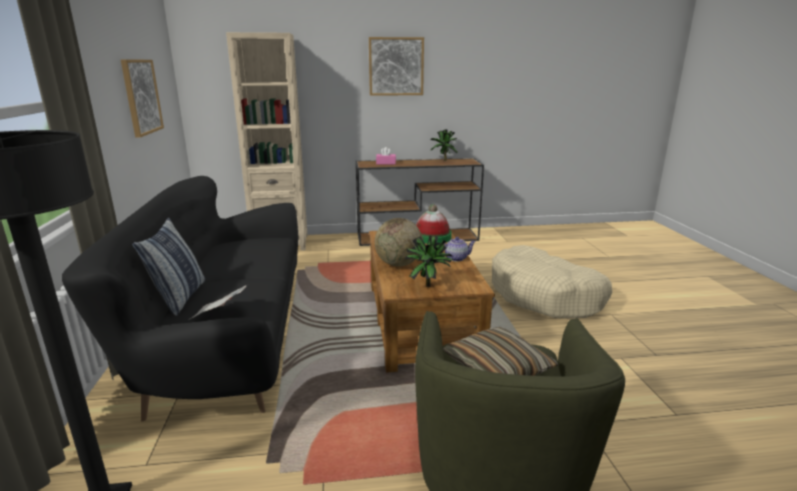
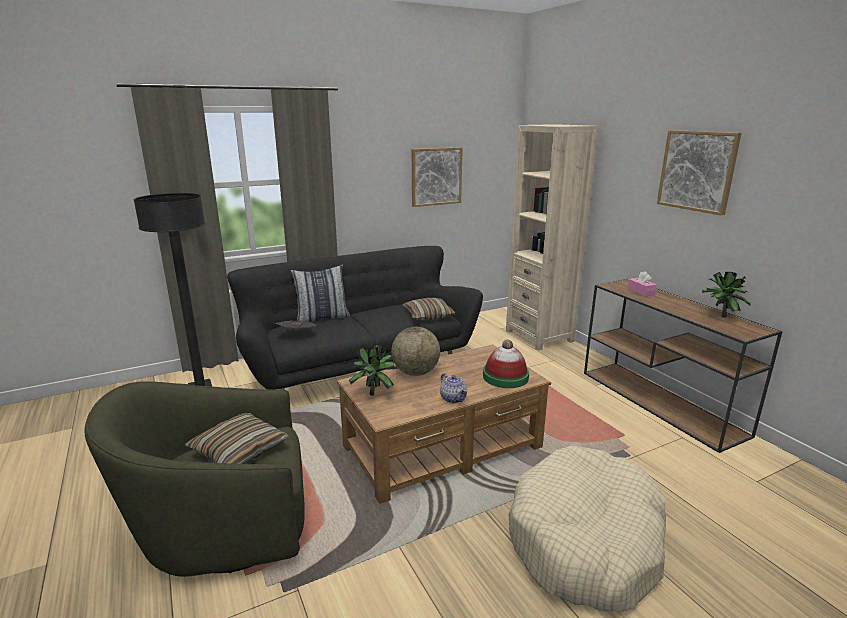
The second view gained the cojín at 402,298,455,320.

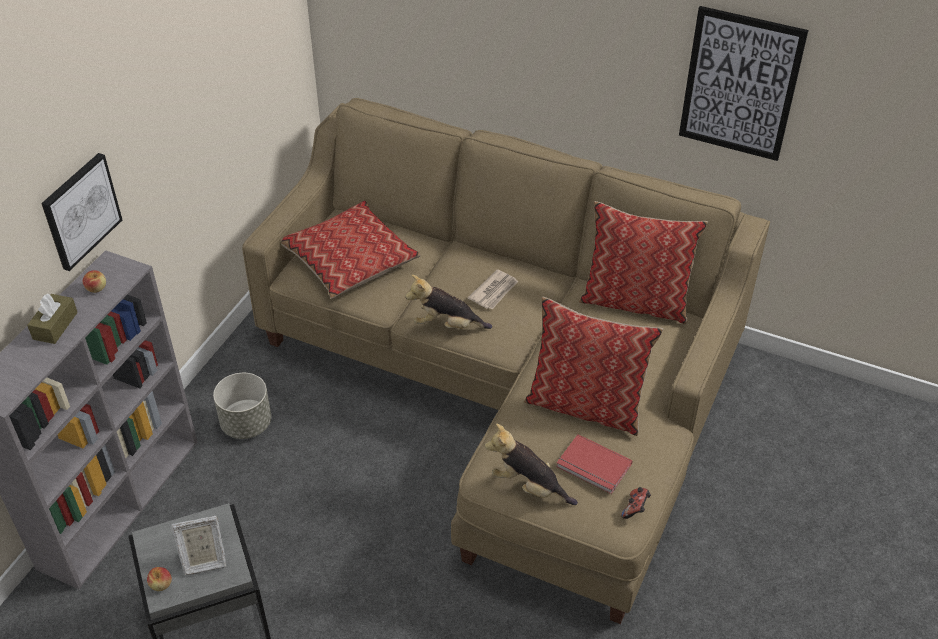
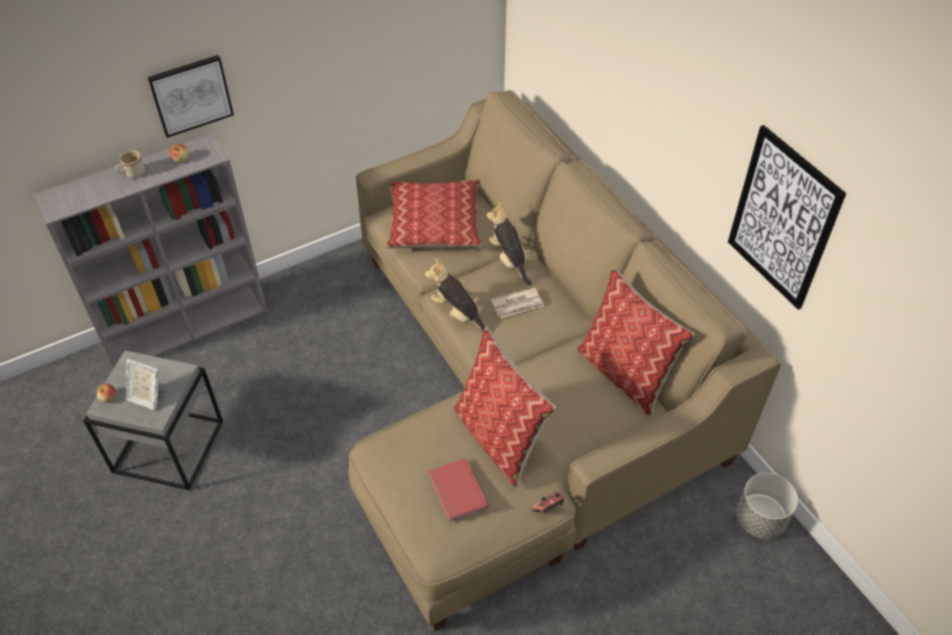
Where the caja de pañuelos (marrón) stood at 27,294,78,344, the taza grande (beis) came to stand at 115,150,145,178. The maceta (gris) ended up elsewhere, having gone from 213,373,271,439 to 736,473,798,539. The peluche ended up elsewhere, having gone from 485,424,578,505 to 487,201,532,285. The mando de consola ended up elsewhere, having gone from 621,487,651,519 to 531,493,564,514.

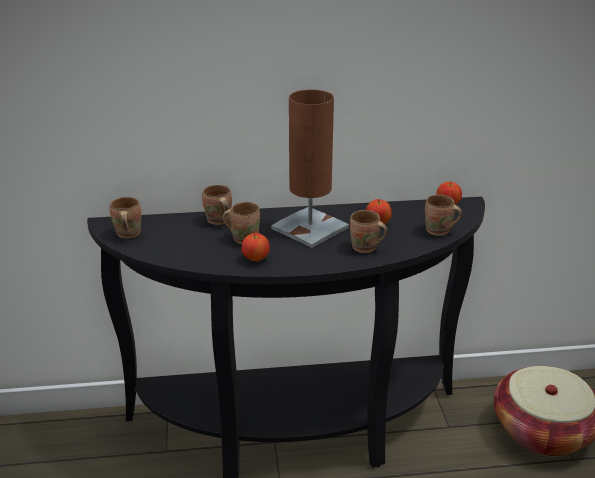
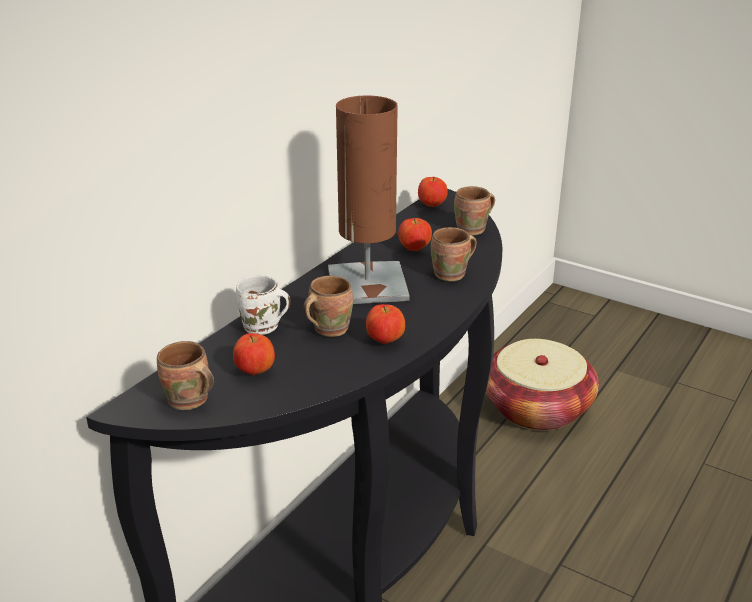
What was the taza grande (marrón) at 202,185,232,225 turned into the taza grande (blanco) at 236,275,291,335. The second view gained the manzana at 233,333,275,375.

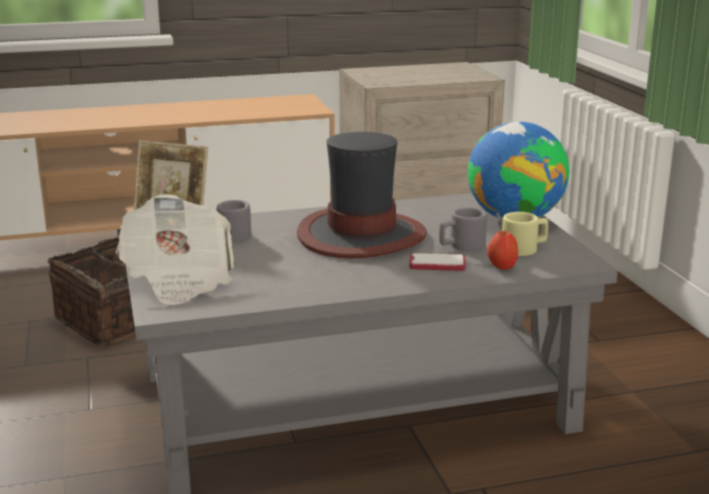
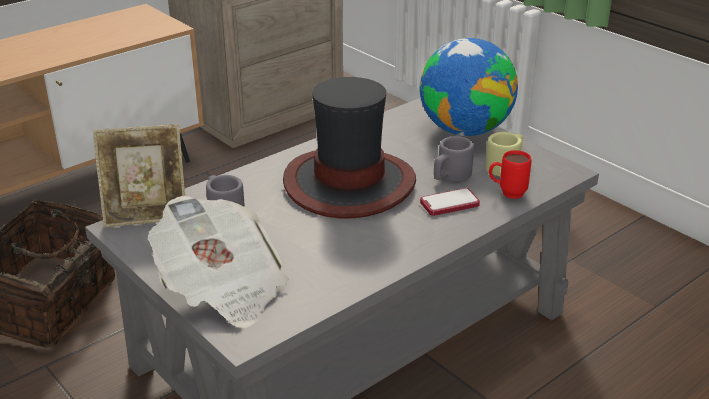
Where the manzana stood at 487,231,518,270, the taza grande (rojo) came to stand at 489,150,531,199.

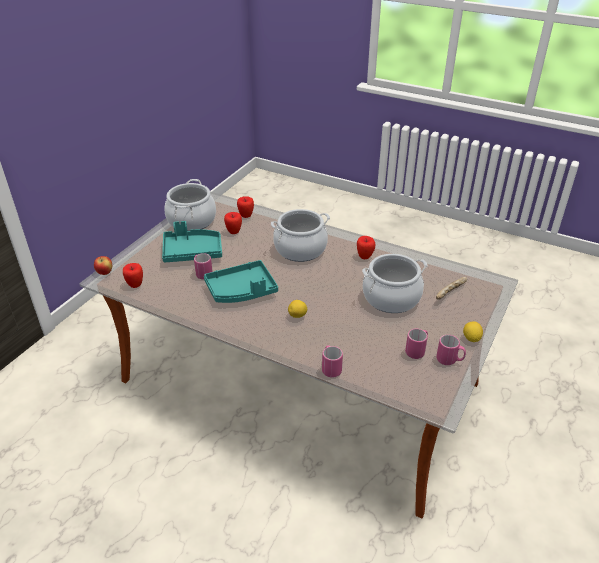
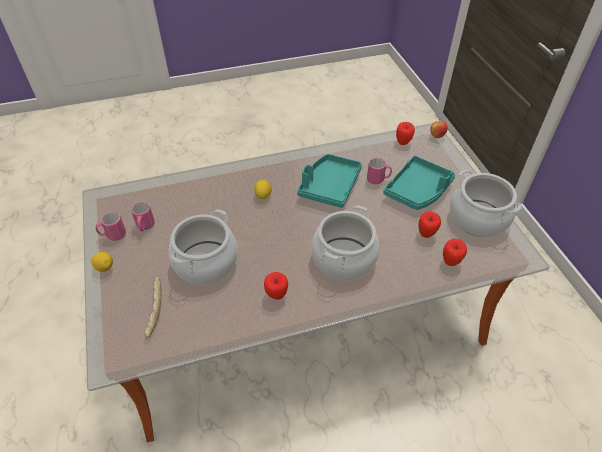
The second view lost the taza grande (rosa) at 322,345,343,378.

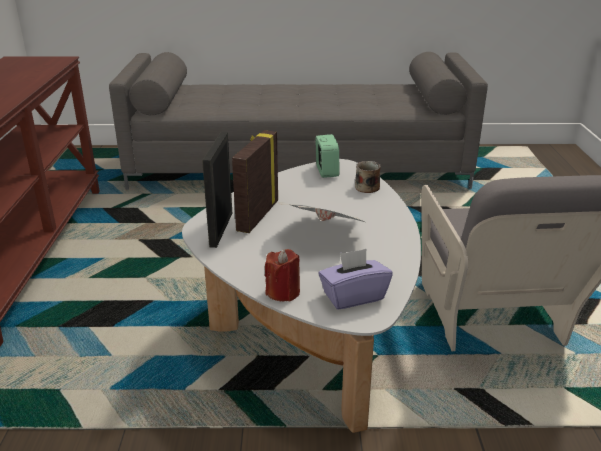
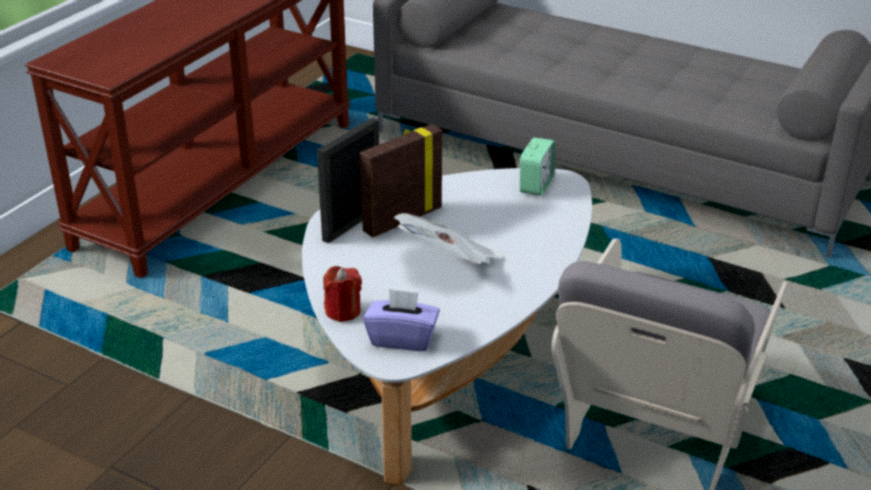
The second view lost the taza grande at 355,161,381,193.

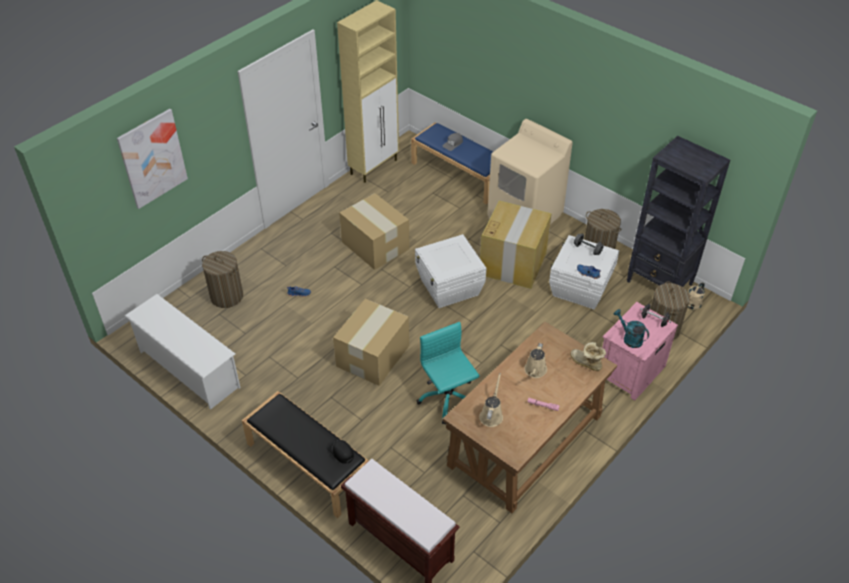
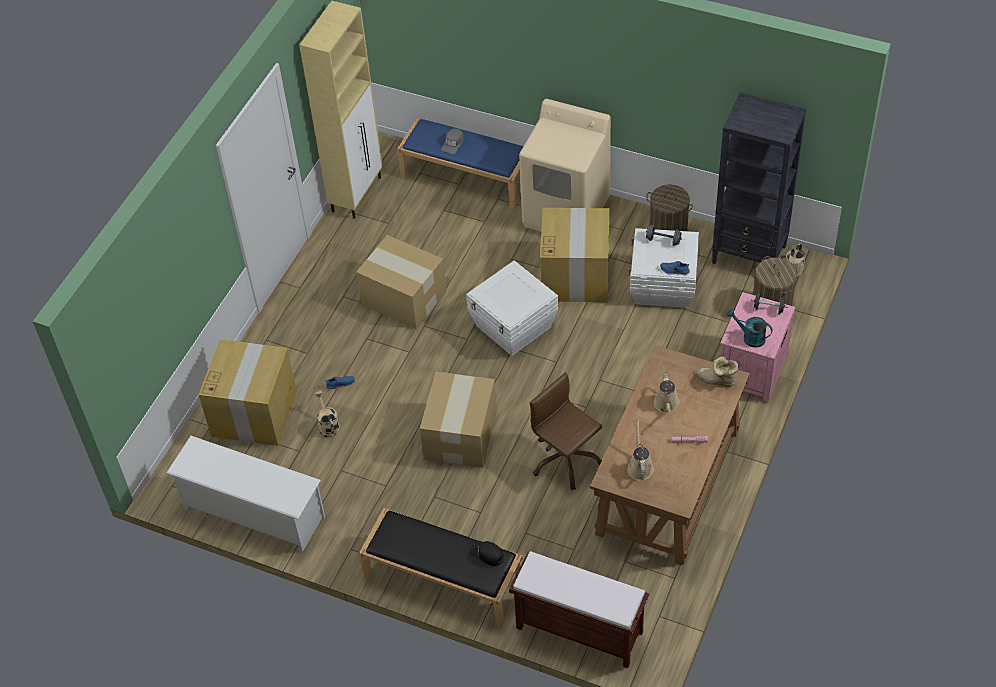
The second view lost the cuadro at 117,109,188,209. Where the cesto de la ropa stood at 202,251,243,308, the caja de cartón came to stand at 199,339,297,446. What was the silla de oficina (turquesa) at 417,322,479,424 turned into the silla de oficina (marrón) at 530,372,602,490. The second view gained the regadera (beis) at 315,391,340,438.

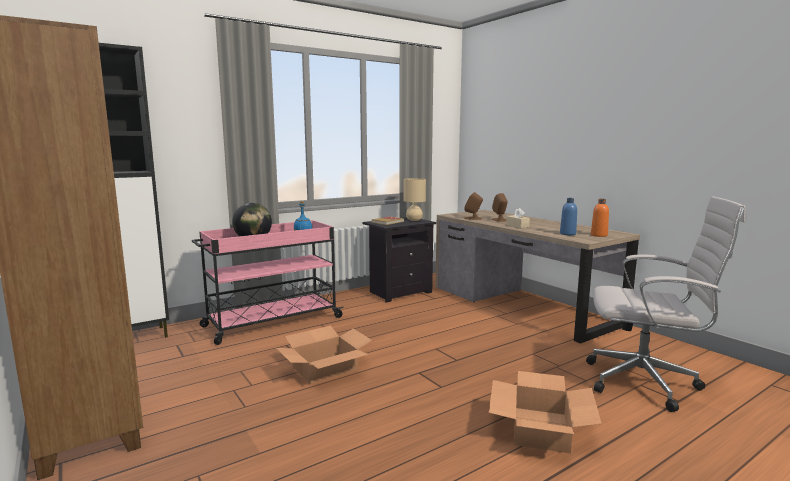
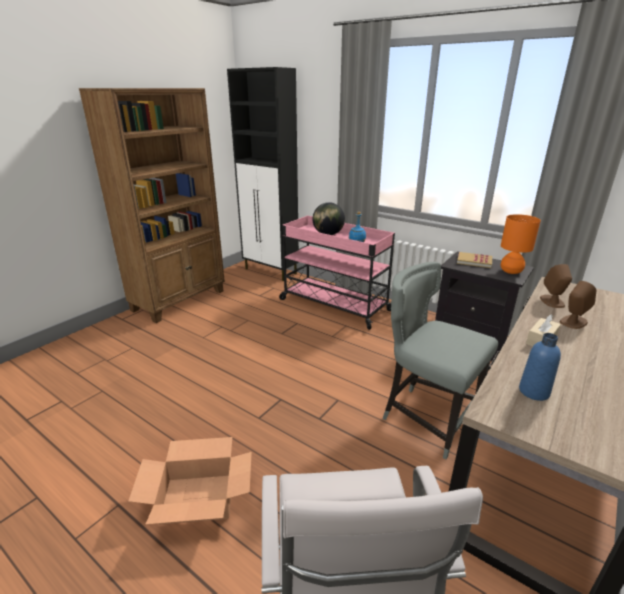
The second view lost the caja de cartón at 276,326,372,384. What was the lámpara de mesa (beis) at 403,178,426,221 turned into the lámpara de mesa (naranja) at 501,214,541,274. The second view lost the botella (naranja) at 591,199,609,237. The second view gained the silla (gris) at 383,262,498,459.

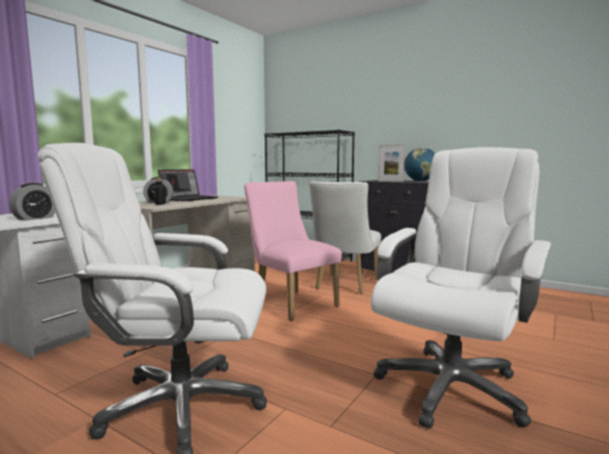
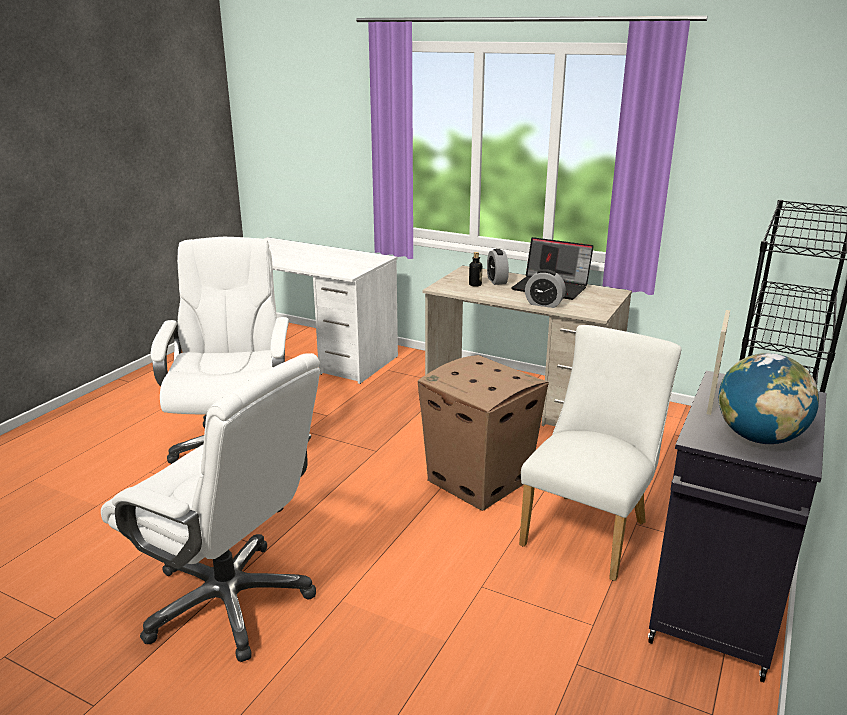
The despertador ended up elsewhere, having gone from 9,183,55,221 to 525,269,566,308. Where the silla (rosa) stood at 244,181,342,321, the caja de cartón came to stand at 418,355,549,511. The silla (blanco) at 309,181,381,294 ended up facing another way, 105 degrees clockwise from before.

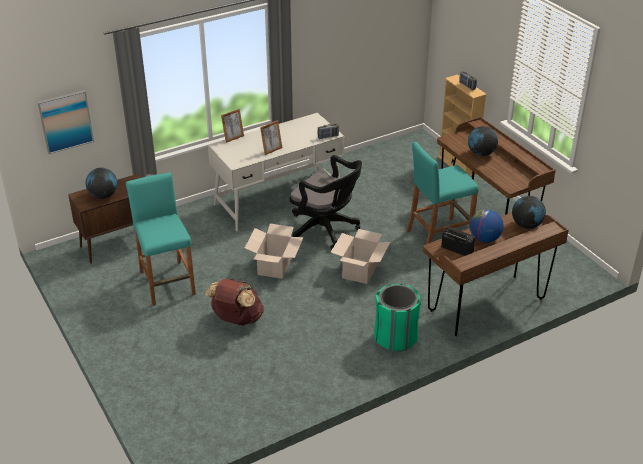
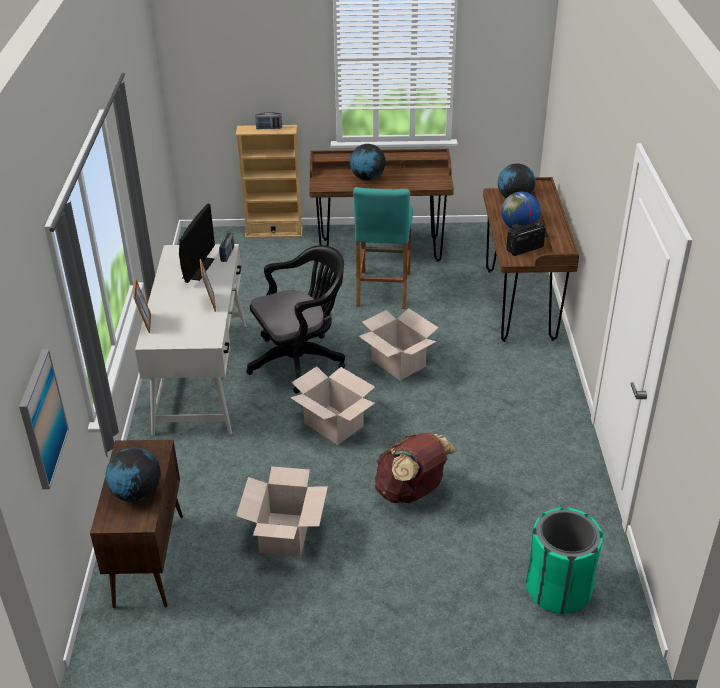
Where the taburete (turquesa) stood at 126,172,196,306, the caja de cartón came to stand at 236,466,328,557. The papelera (verde) ended up elsewhere, having gone from 374,284,421,352 to 526,507,603,614. The second view gained the monitor at 179,204,215,283.

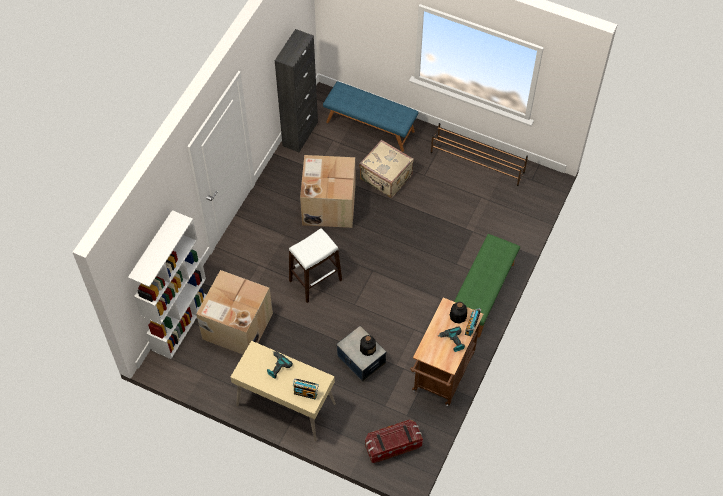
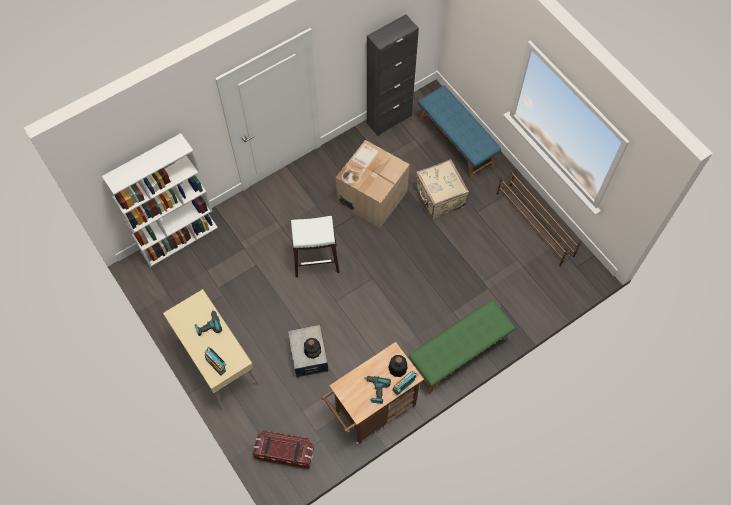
The second view lost the caja de cartón at 196,270,273,354.

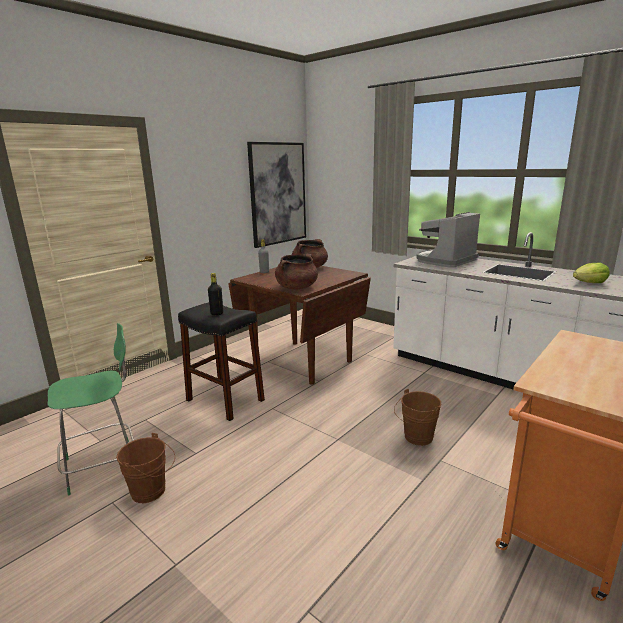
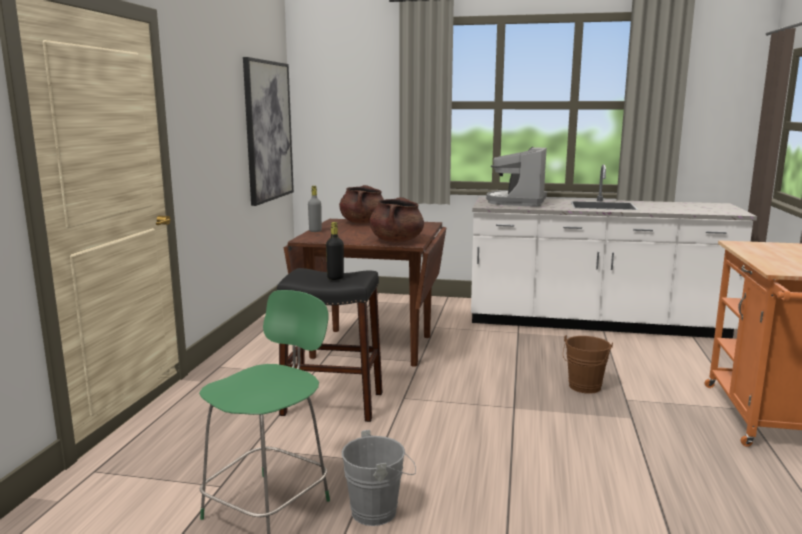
What was the cubo (marrón) at 116,433,175,503 turned into the cubo (gris) at 342,430,416,526. The second view lost the lechuga at 573,263,610,283.

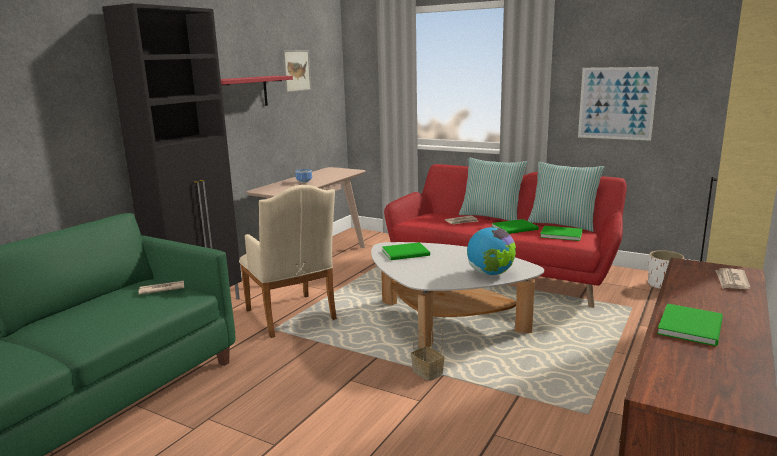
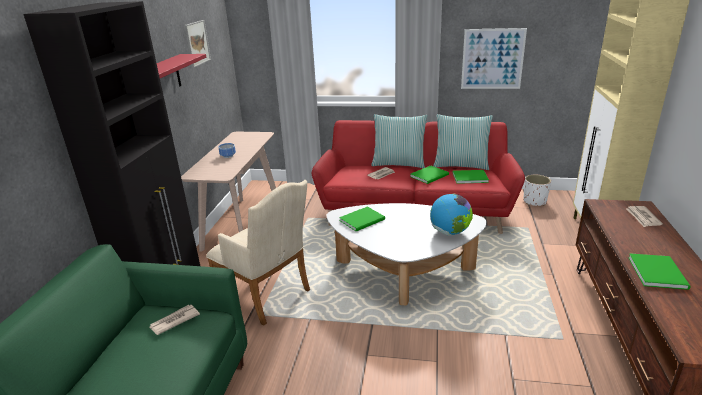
The second view lost the cesta at 411,322,444,381.

